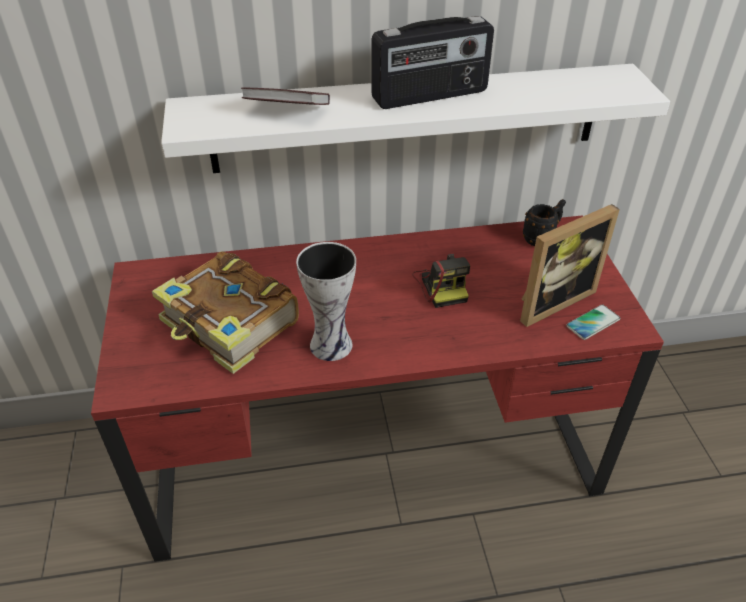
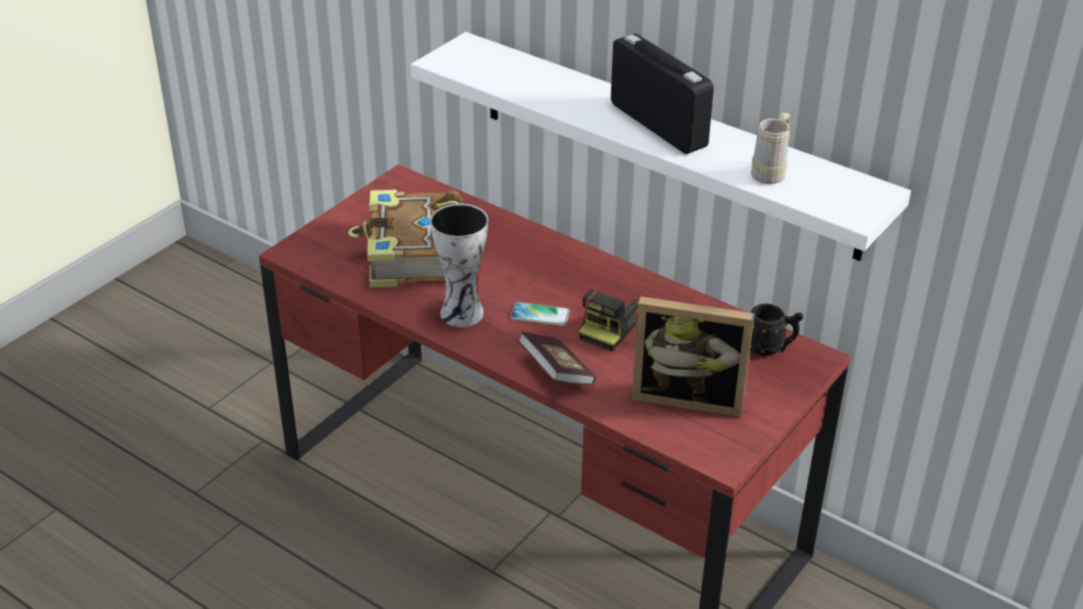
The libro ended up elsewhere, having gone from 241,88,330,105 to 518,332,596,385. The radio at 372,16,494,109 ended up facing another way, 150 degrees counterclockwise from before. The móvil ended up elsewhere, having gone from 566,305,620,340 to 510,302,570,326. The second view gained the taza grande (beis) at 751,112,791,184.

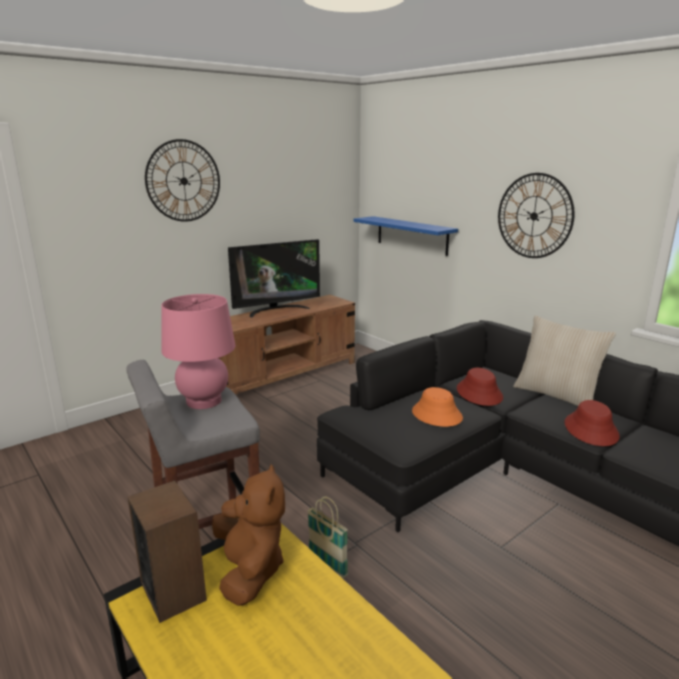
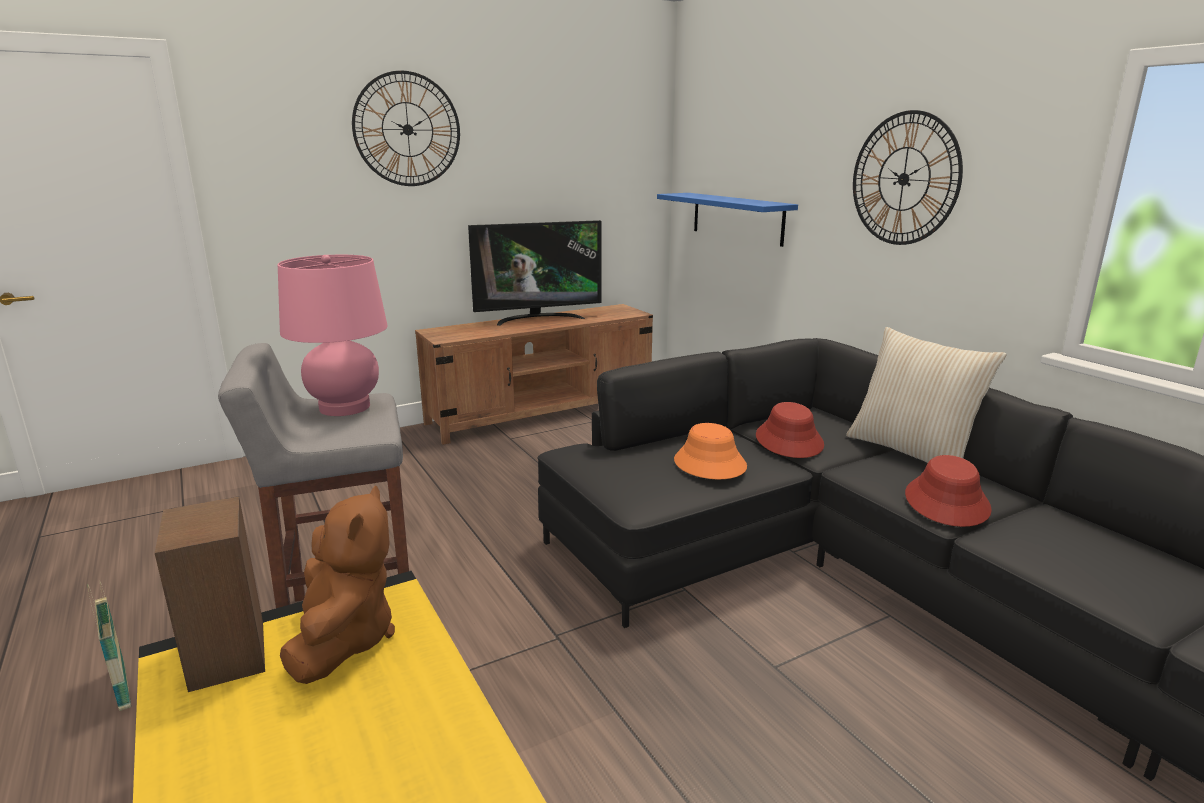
The cesta ended up elsewhere, having gone from 307,496,348,579 to 88,582,131,711.

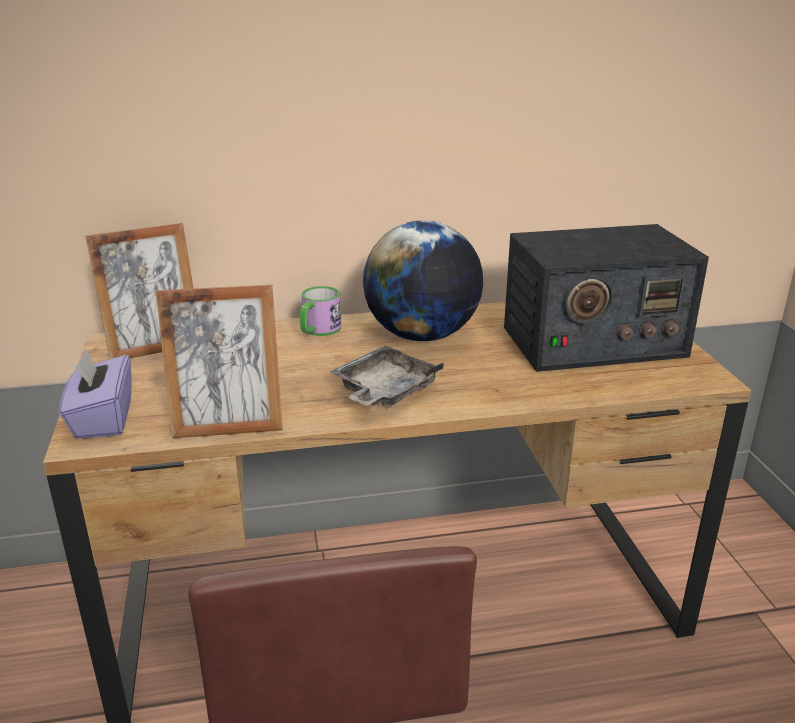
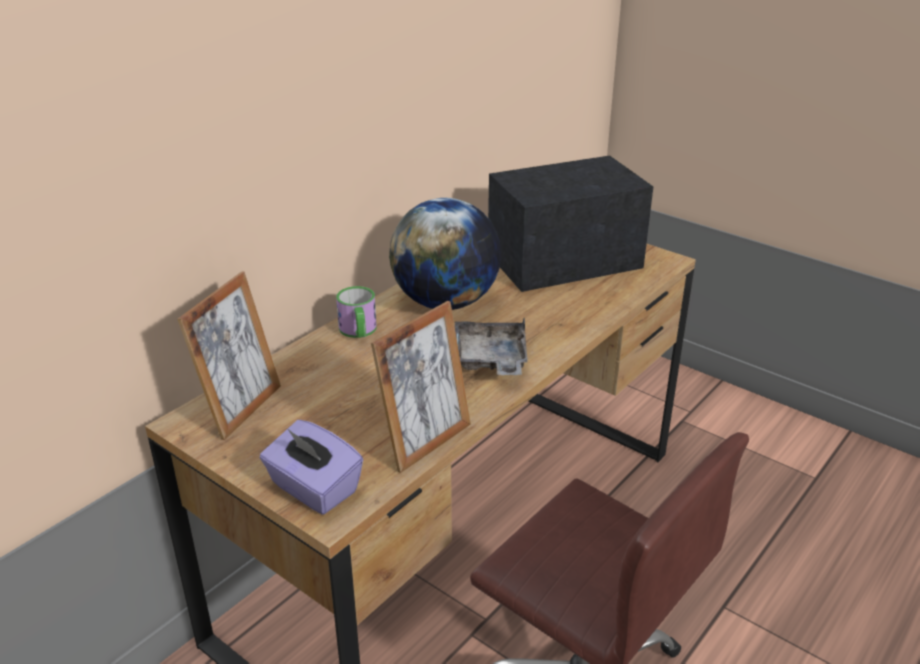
The radio at 504,224,709,372 ended up facing another way, 150 degrees counterclockwise from before.

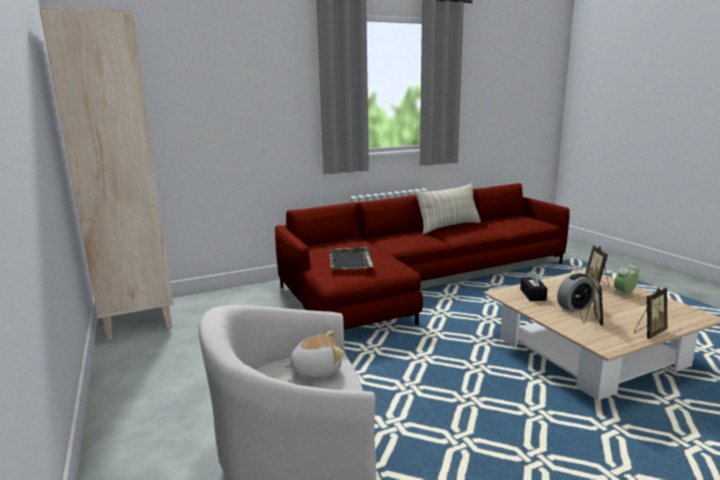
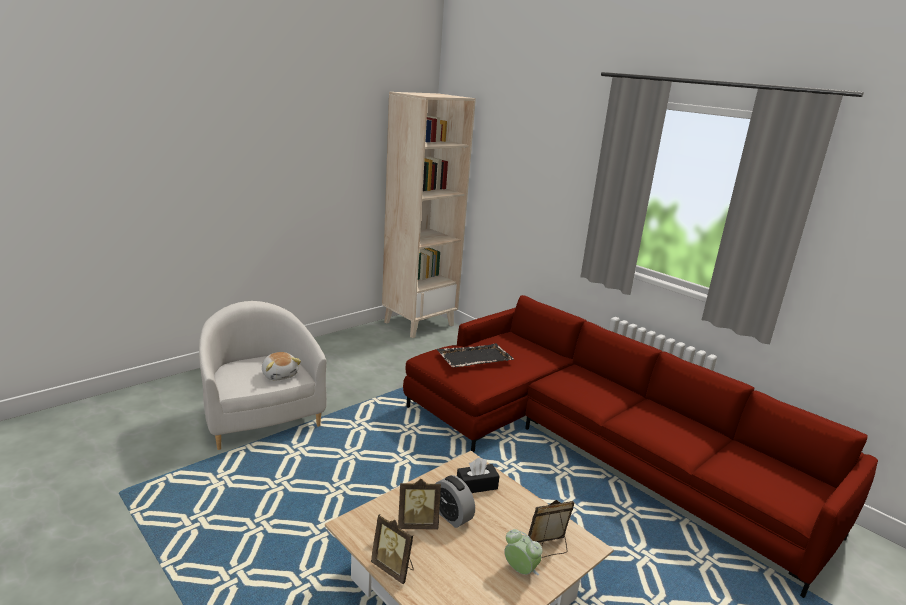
The second view lost the cojín at 415,183,481,234.

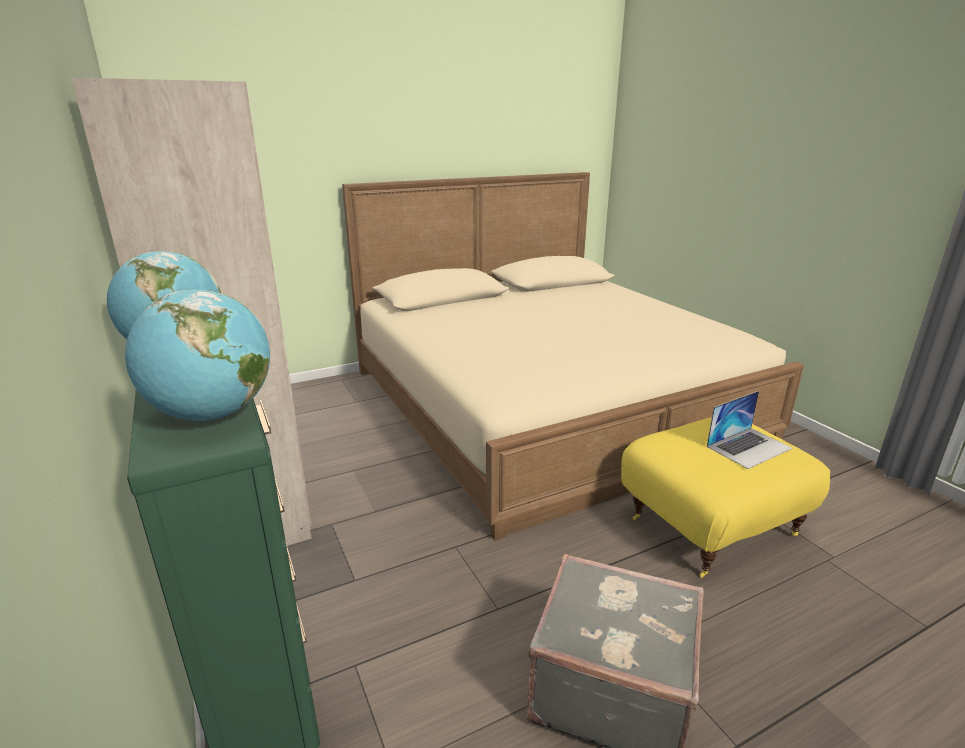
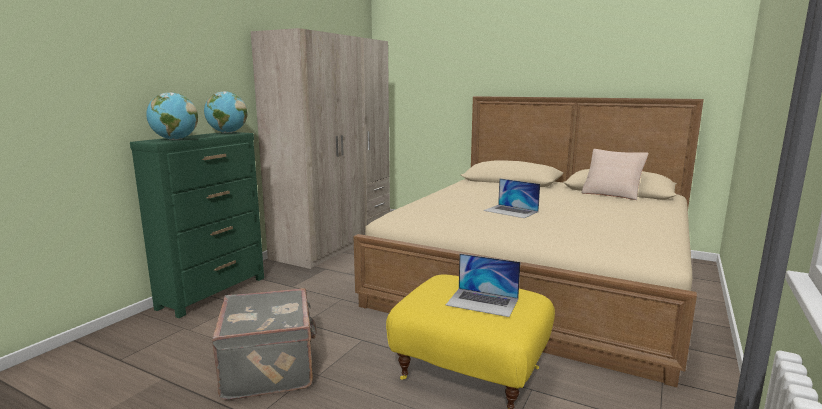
The second view gained the portátil at 483,178,540,218. The second view gained the cojín (beis) at 582,149,649,200.

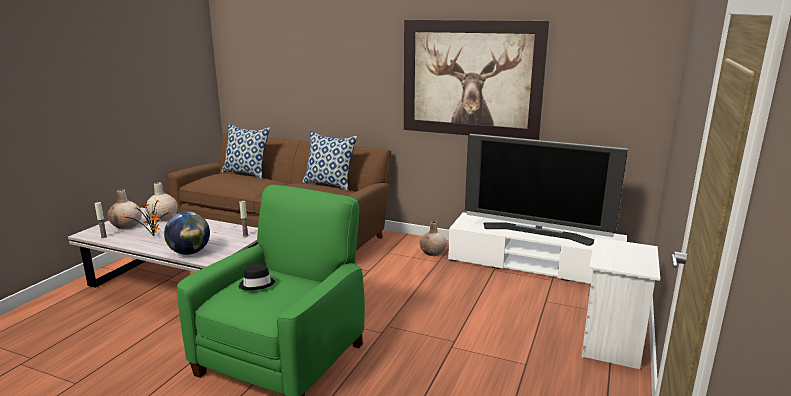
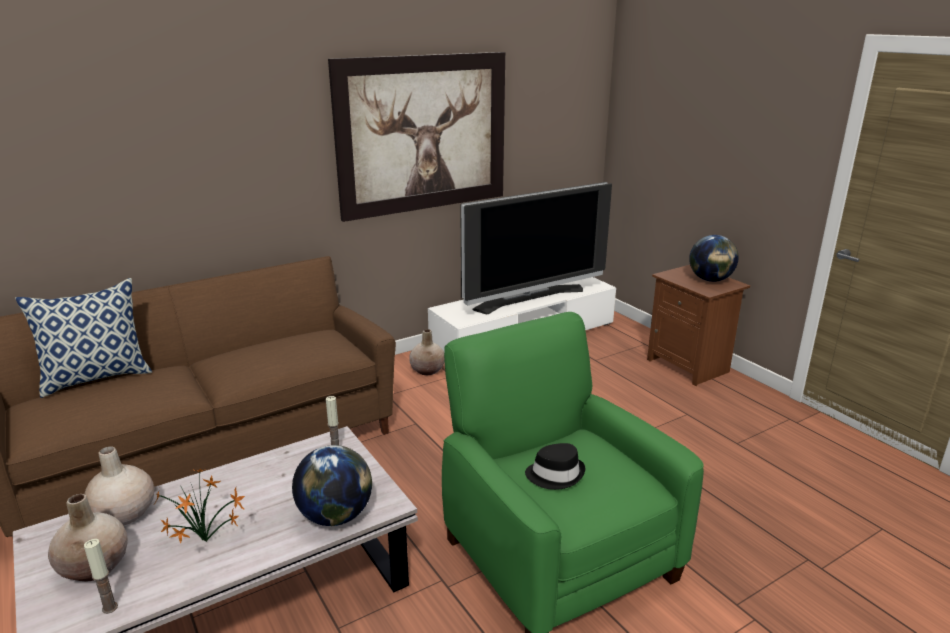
The second view lost the cojín at 302,131,357,191. What was the mesita de noche (blanco) at 581,237,660,369 turned into the mesita de noche (marrón) at 647,265,750,386. The second view gained the globo terráqueo at 689,235,738,282.

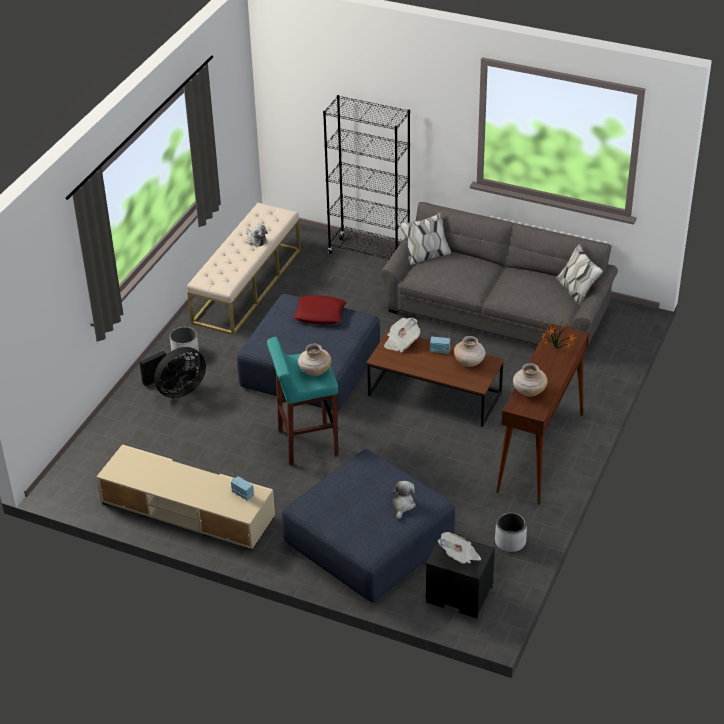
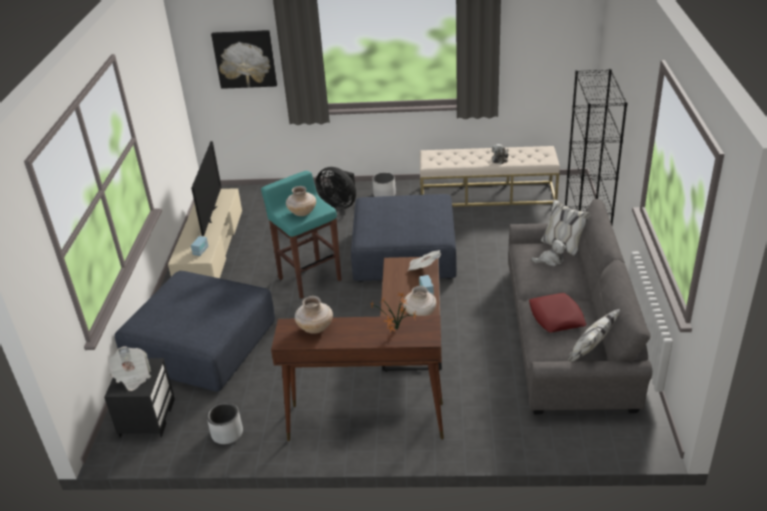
The cojín (rojo) ended up elsewhere, having gone from 293,295,347,325 to 529,293,586,332. The peluche ended up elsewhere, having gone from 392,481,416,519 to 531,239,567,267. The second view gained the televisor at 191,141,222,236. The second view gained the cuadro at 211,30,277,89.

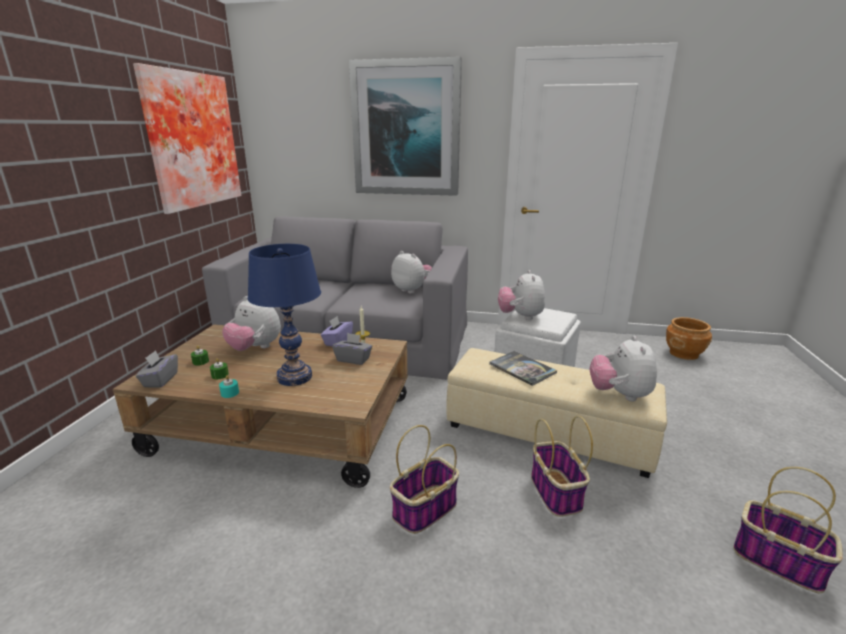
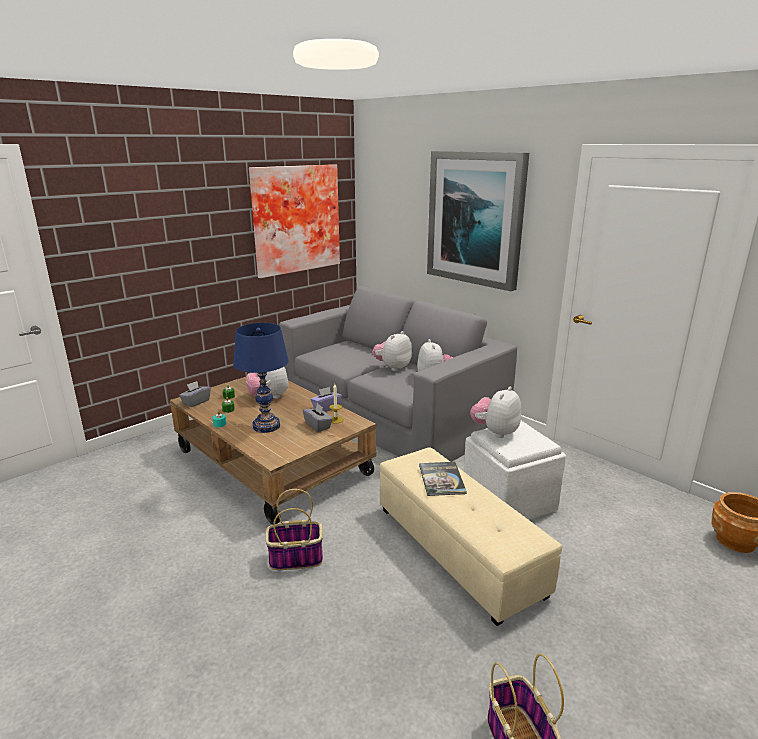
The second view lost the cesta at 531,416,593,517. The peluche ended up elsewhere, having gone from 589,336,657,402 to 373,331,412,371.

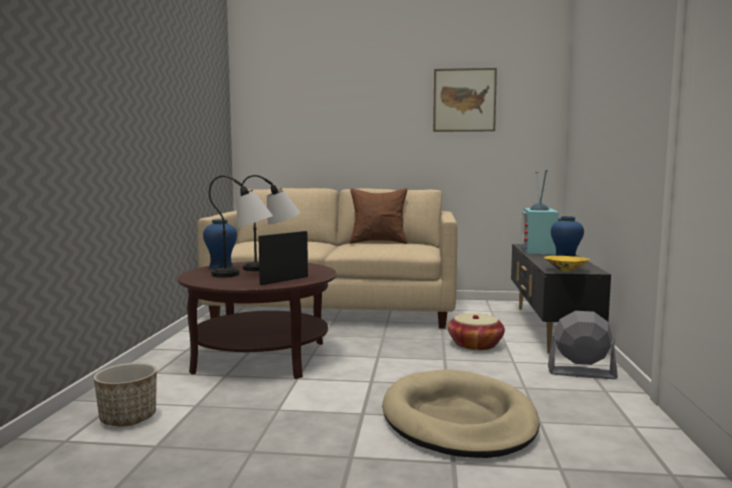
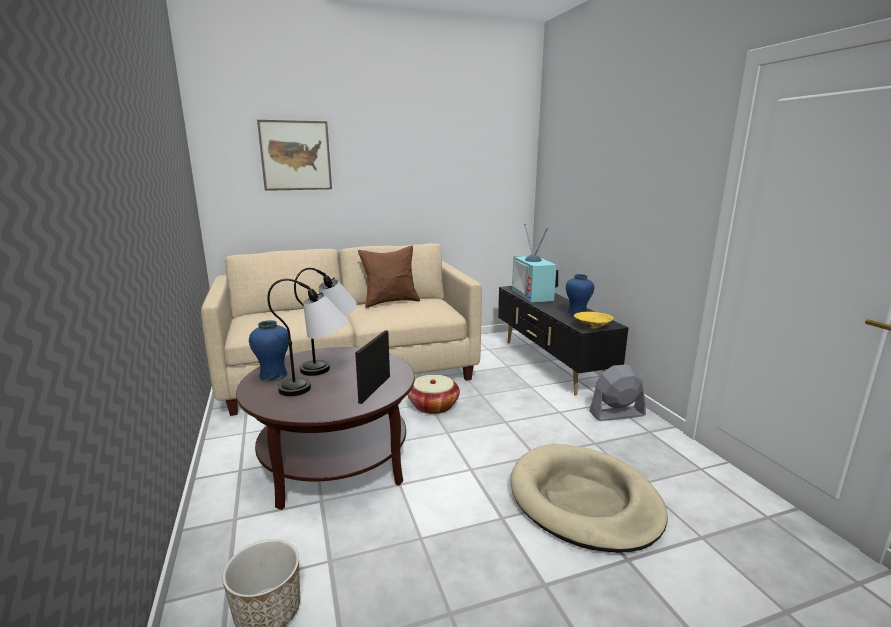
The cuadro ended up elsewhere, having gone from 433,68,497,132 to 257,120,332,191. The cesta ended up elsewhere, having gone from 448,313,505,351 to 408,375,460,414.

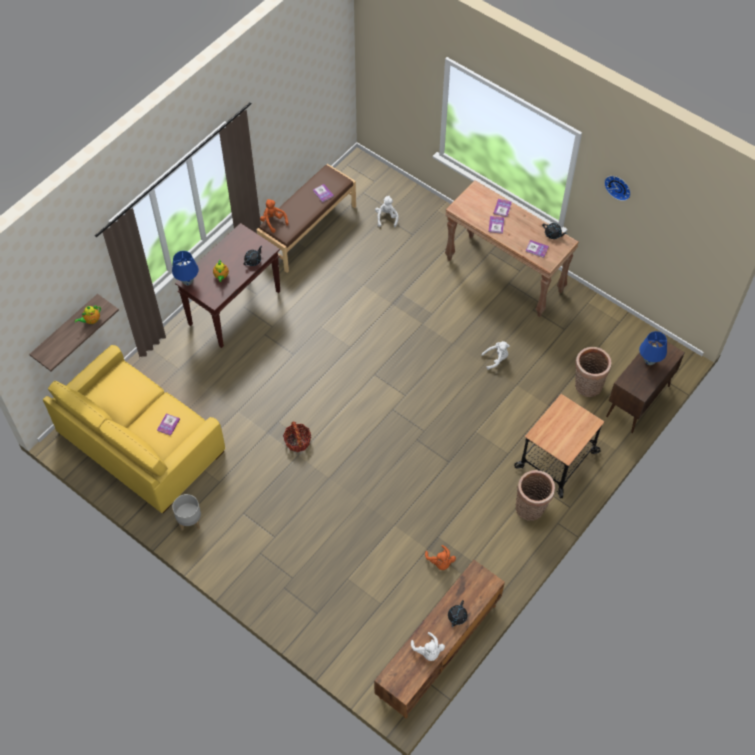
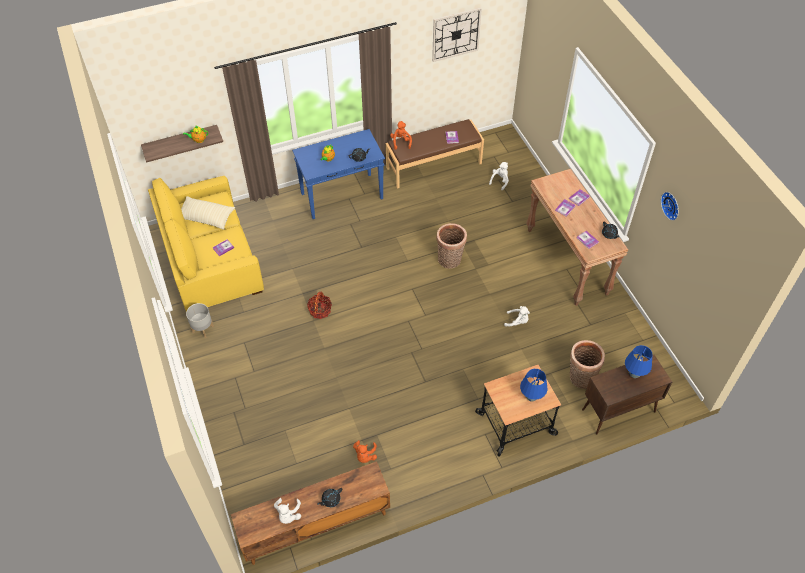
The lámpara de mesa (azul) ended up elsewhere, having gone from 172,251,199,286 to 520,369,548,401. What was the mesa consola (marrón) at 175,223,280,348 turned into the mesa consola (azul) at 292,129,385,219. The cesta ended up elsewhere, having gone from 516,470,555,521 to 436,223,467,269. The second view gained the cojín (beis) at 181,196,235,230. The second view gained the reloj de pared at 432,7,482,62.

